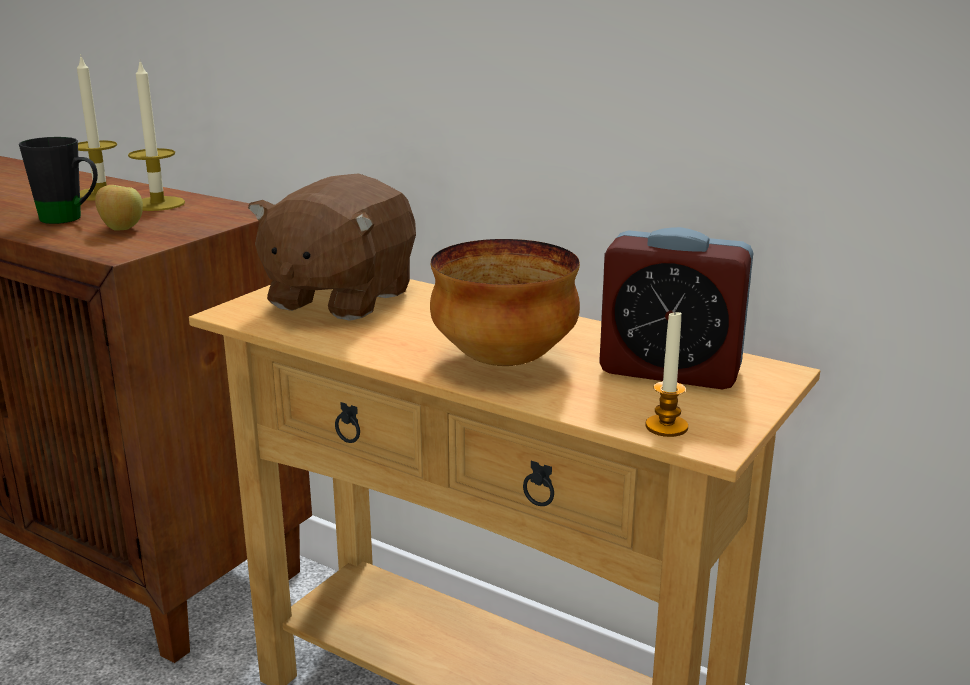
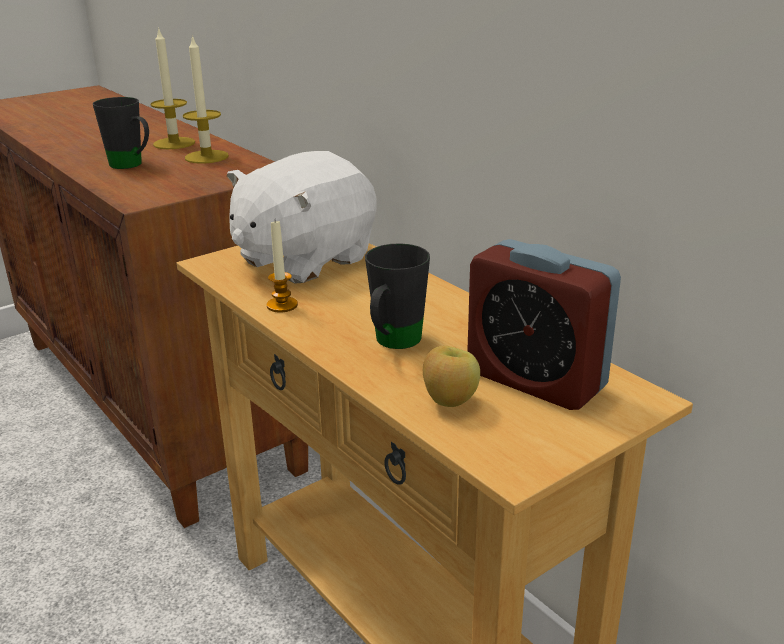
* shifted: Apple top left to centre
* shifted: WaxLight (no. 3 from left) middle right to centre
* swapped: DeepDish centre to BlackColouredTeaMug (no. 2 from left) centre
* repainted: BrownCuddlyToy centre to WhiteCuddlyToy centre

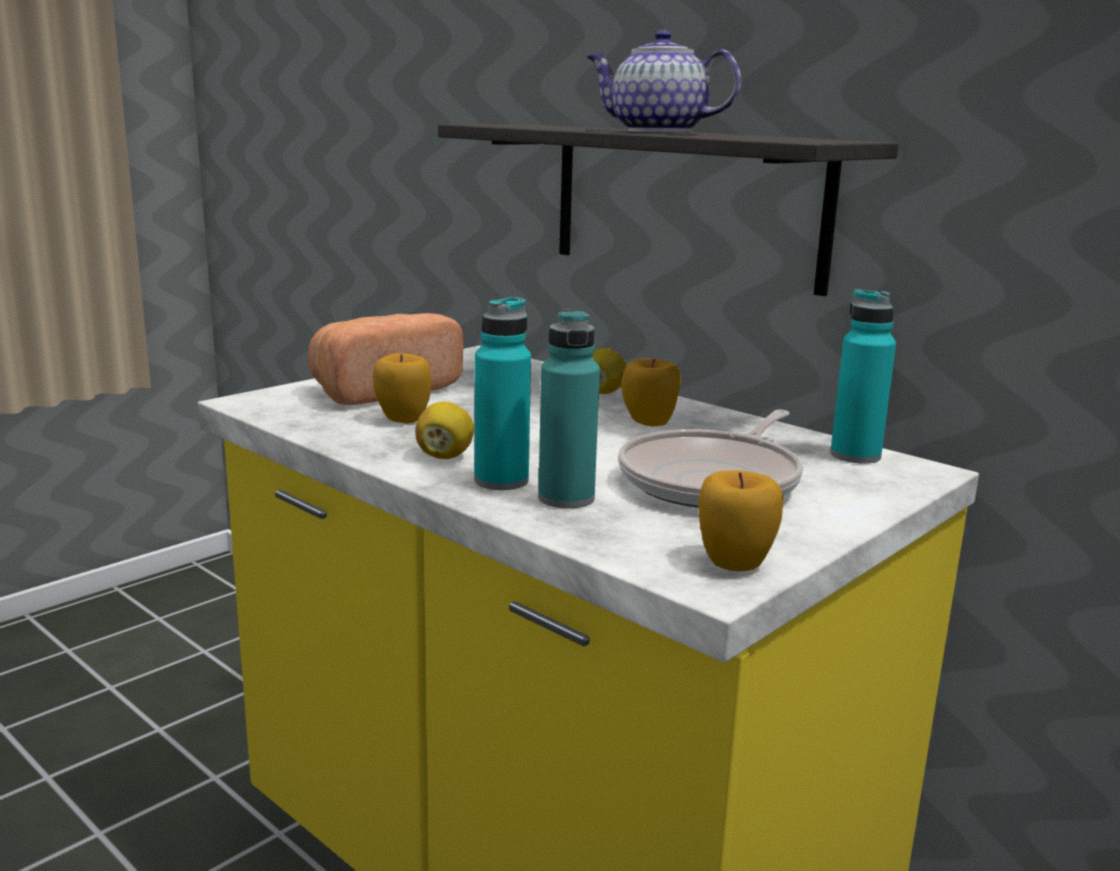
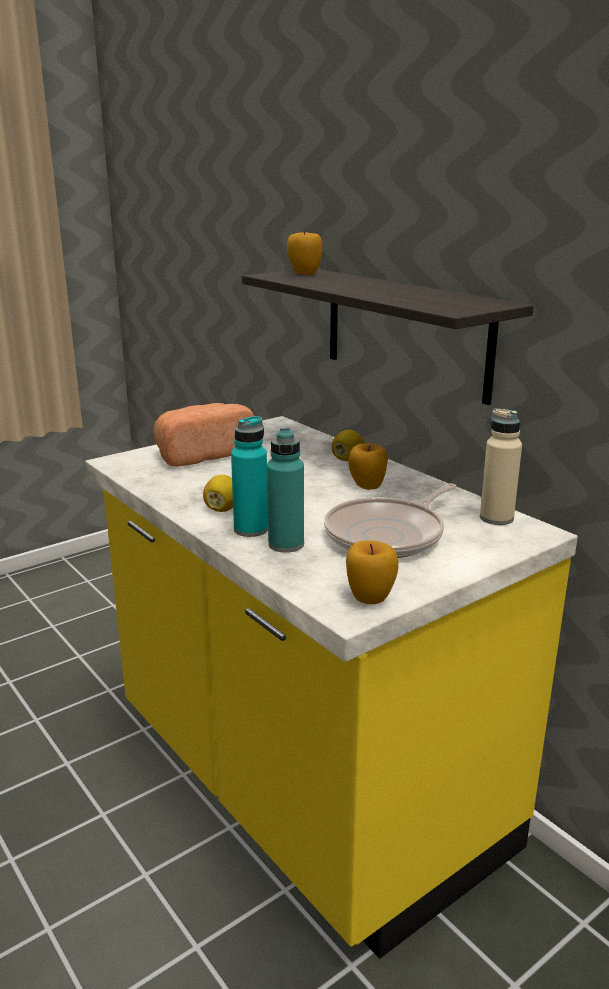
* gone: TeaPot top centre
* shifted: Apple (no. 1 from left) centre to top centre
* repainted: BlueGreenBeverageBottle (no. 3 from left) middle right to BeigeBeverageBottle middle right

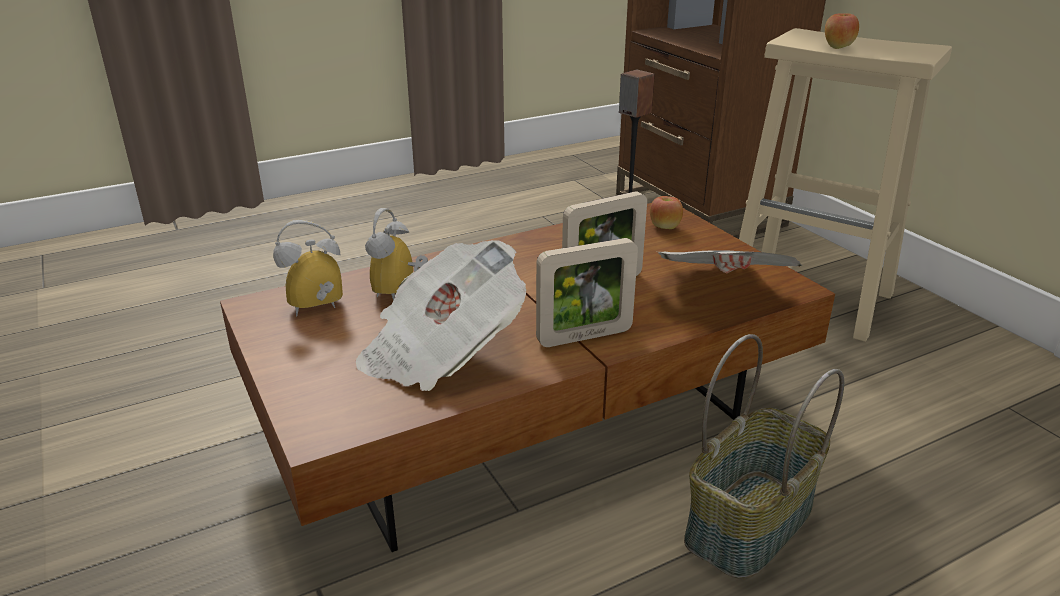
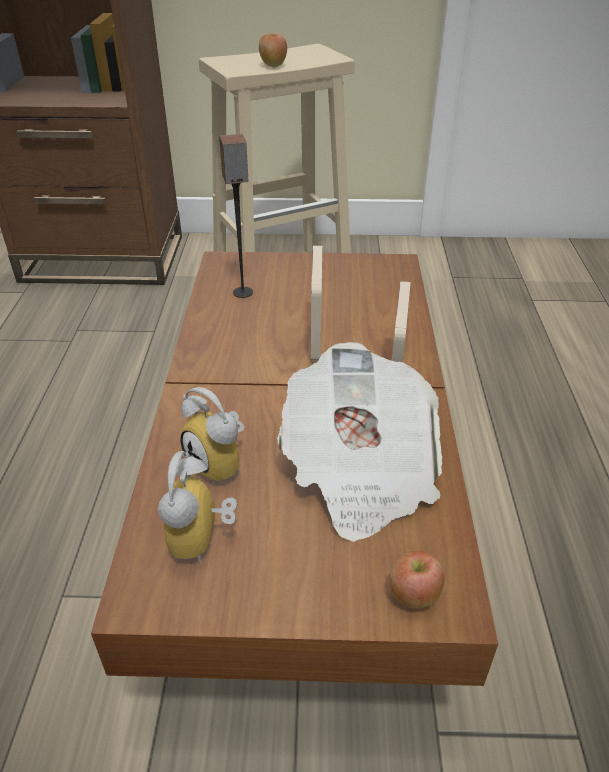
* gone: PrintedPaper (no. 2 from left) middle right
* gone: HouseholdBasket bottom right
* shifted: Apple (no. 1 from left in the first image) centre to Apple (no. 2 from left) bottom right

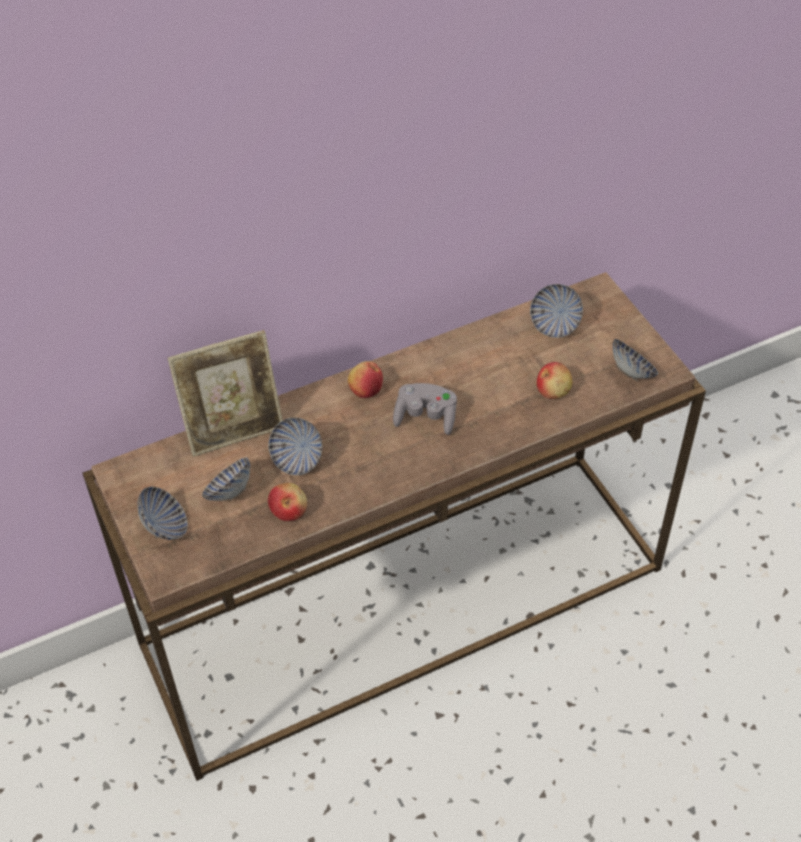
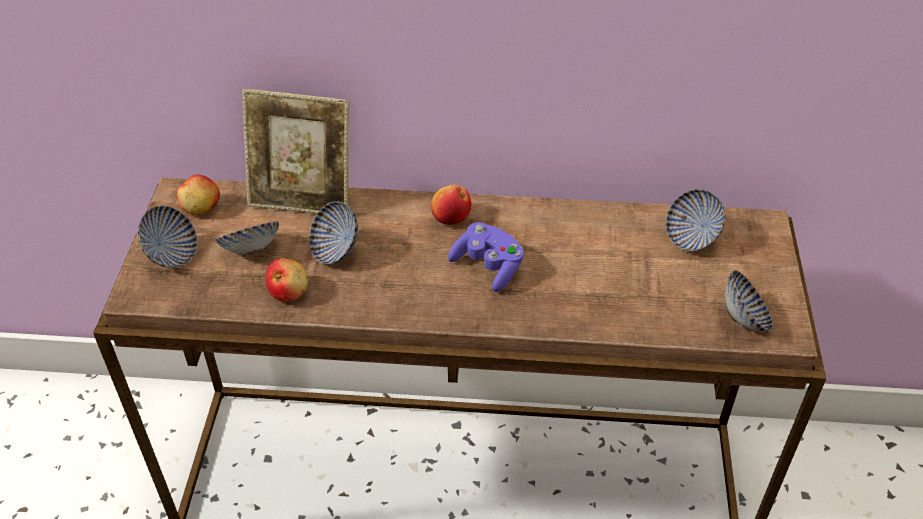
* shifted: Apple (no. 3 from left in the first image) middle right to Apple (no. 1 from left) middle left
* repainted: GreyishGameController centre to PurpleGameController centre

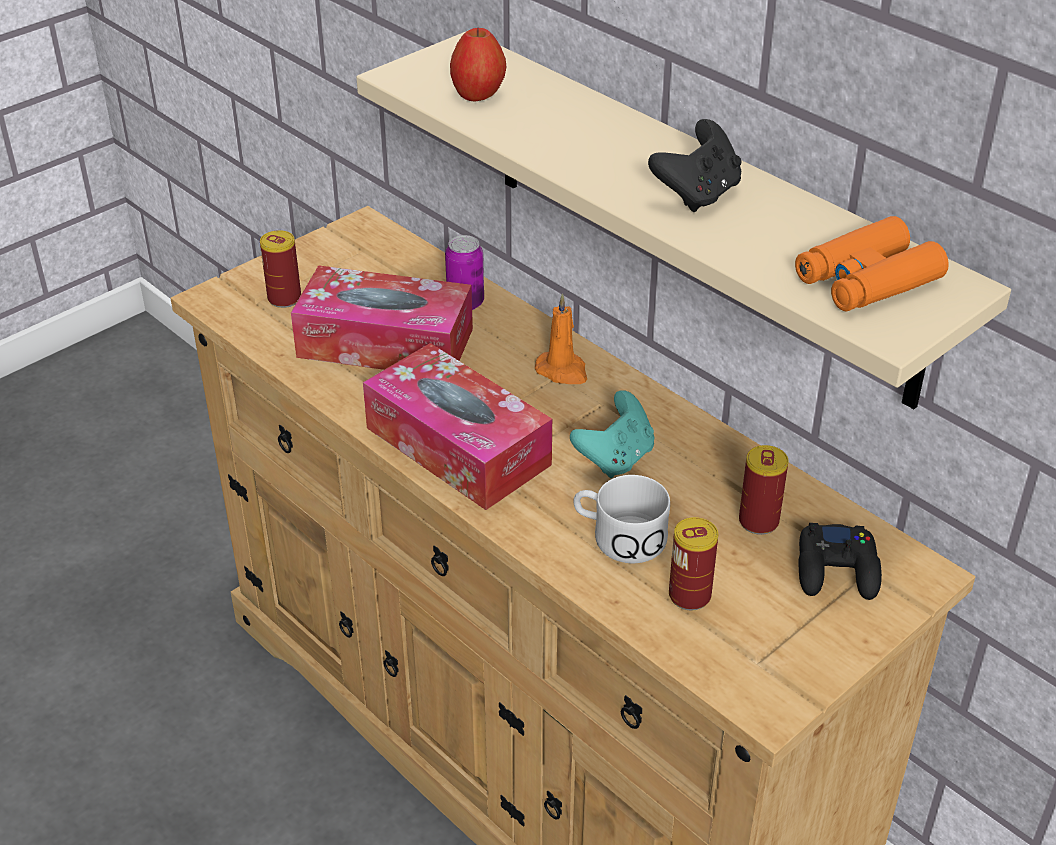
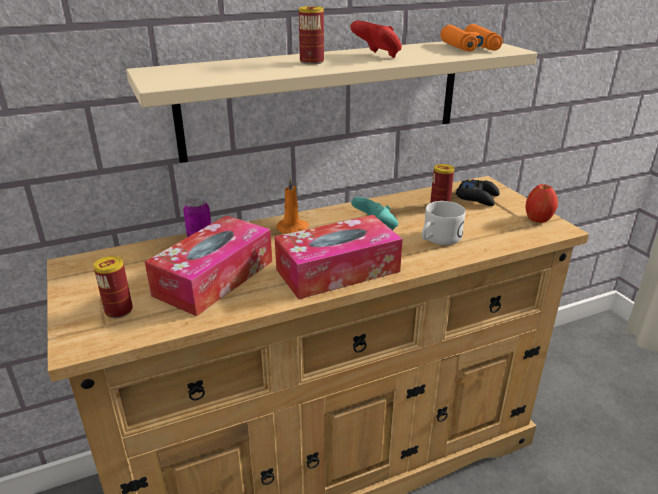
* shifted: Apple top centre to middle right
* shifted: Can (no. 3 from left) centre to top centre
* repainted: BlackColouredGameController (no. 1 from left) top centre to RedGameController top centre

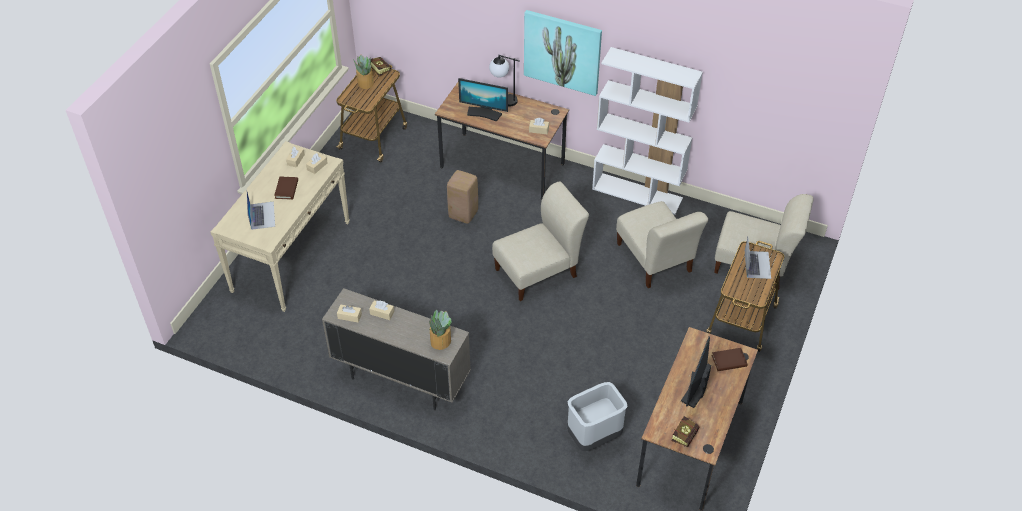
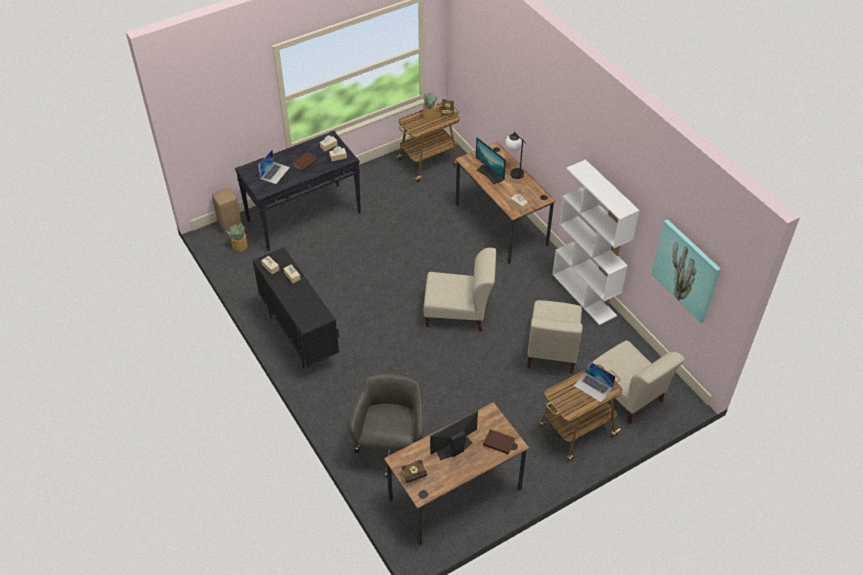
* shifted: PottedPlant (no. 2 from left in the first image) centre to PottedPlant (no. 1 from left) middle left
* shifted: BeigeSittingStool centre to middle left
* shifted: WallPicture top centre to middle right
* swapped: GreyishRubbishBin bottom centre to GreyishComputerChair bottom centre
* repainted: BeigeHallTable middle left to BlackColouredHallTable top centre
* repainted: BeigeCupboard bottom centre to BlackColouredCupboard centre
* rotated: PortableComputer (no. 2 from left) middle right = middle right 90 degrees clockwise

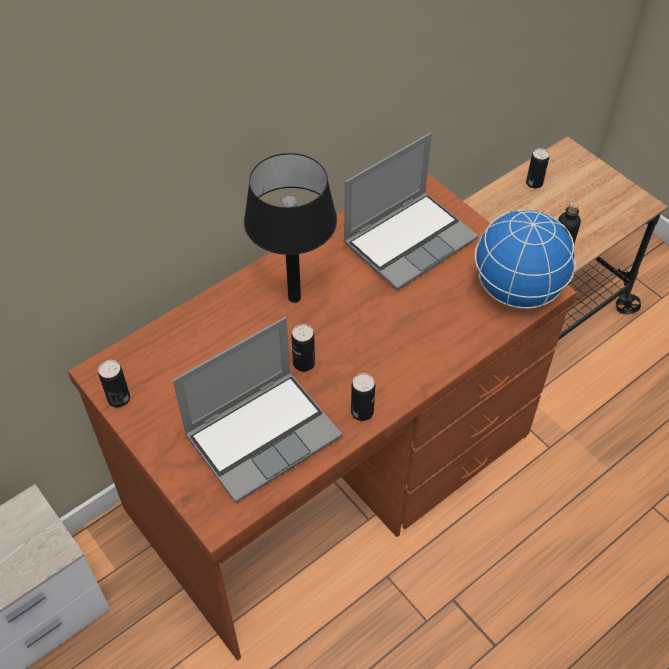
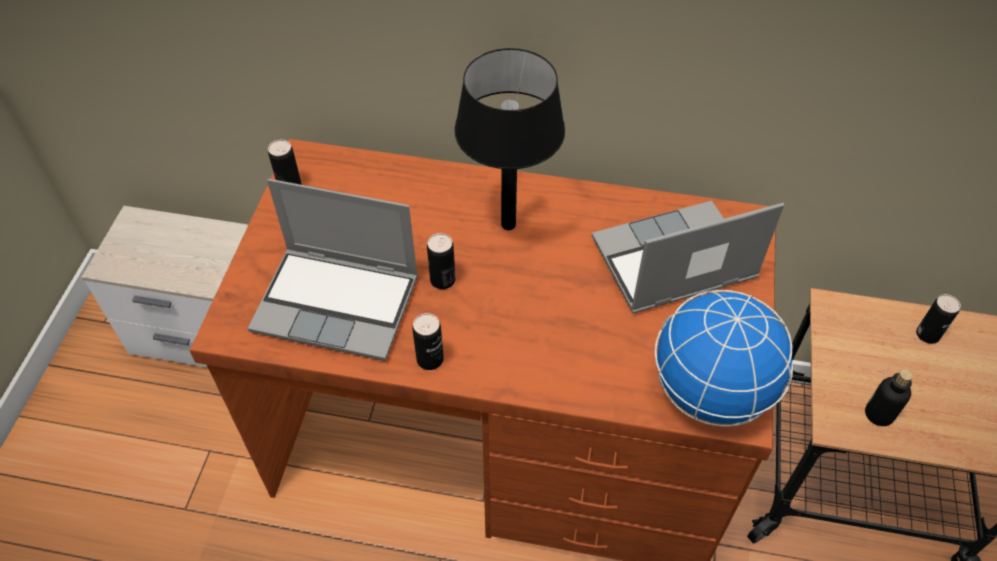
* rotated: PortableComputer (no. 2 from left) top centre = middle right 150 degrees clockwise

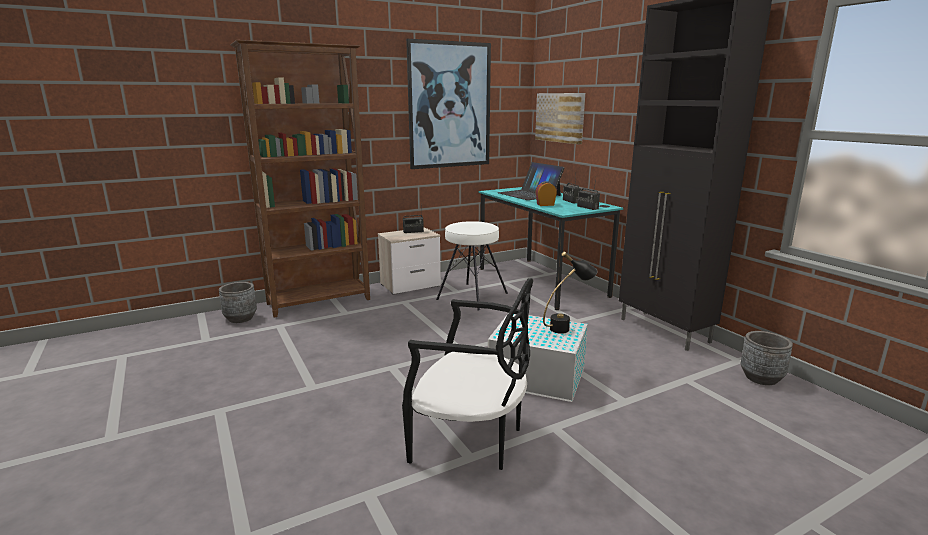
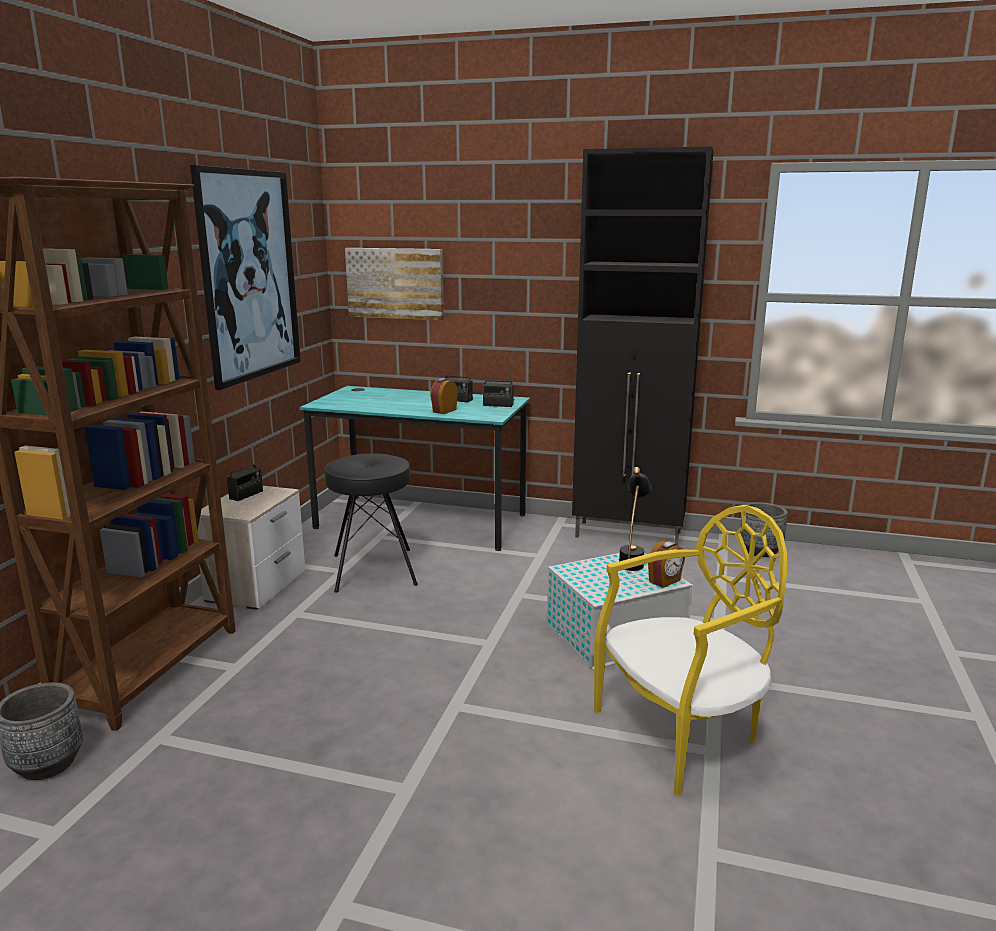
* gone: PortableComputer centre
* new: AlarmClock (no. 2 from left) middle right
* repainted: BlackColouredUprightChair bottom centre to YellowColouredUprightChair bottom right
* repainted: WhiteSittingStool centre to BlackColouredSittingStool centre

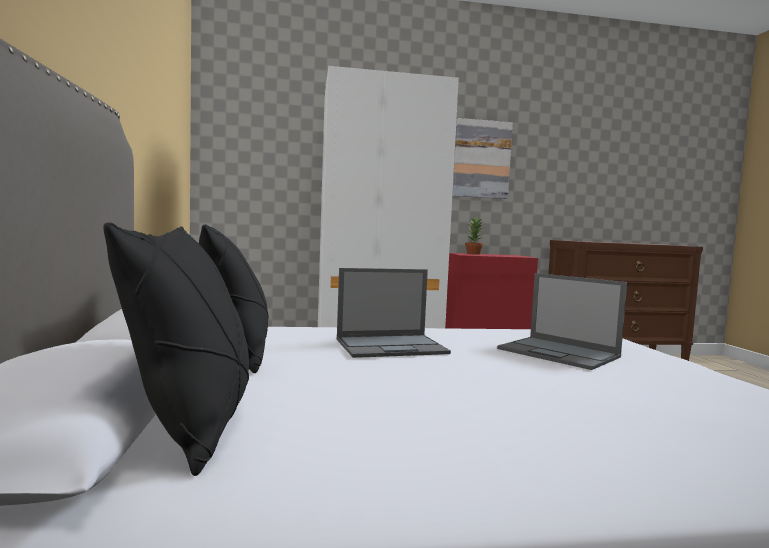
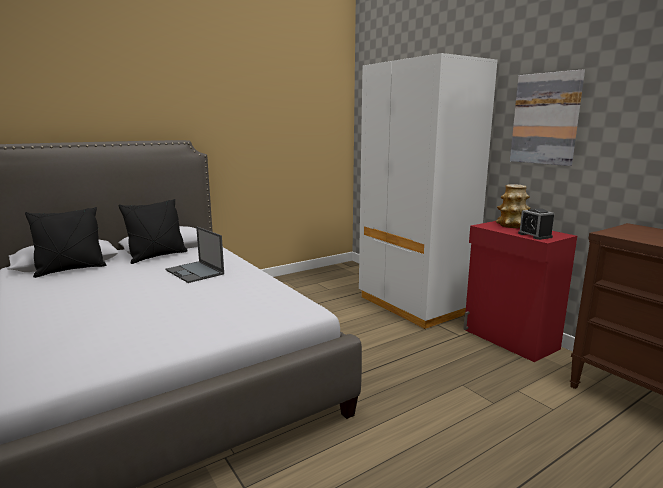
* gone: PortableComputer (no. 2 from left) middle right
* new: AlarmClock middle right
* swapped: PottedPlant centre to Vase middle right

